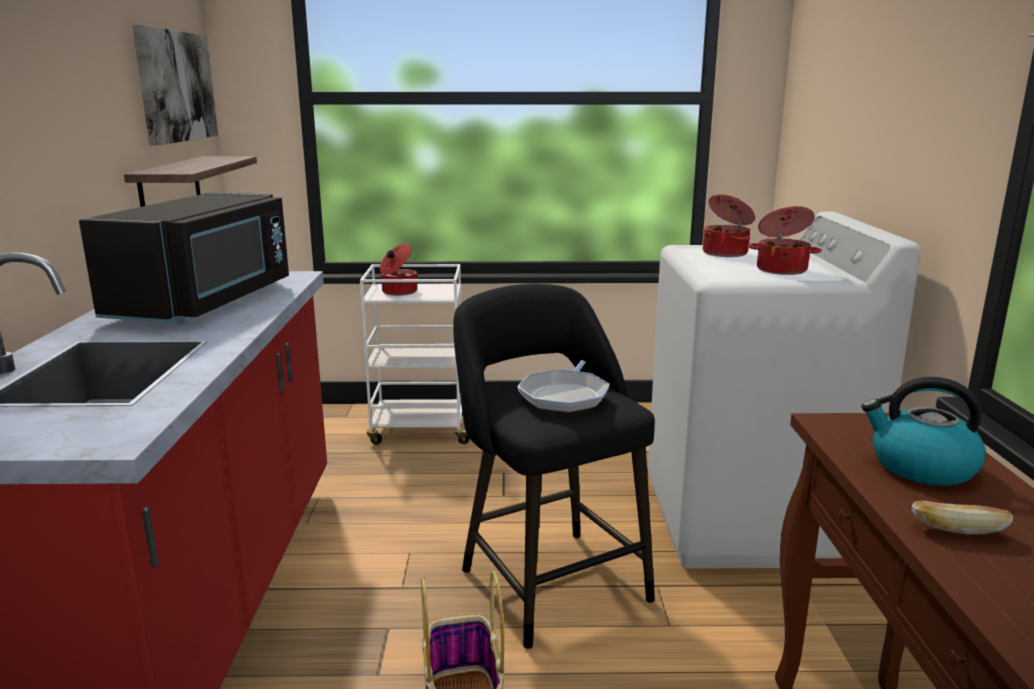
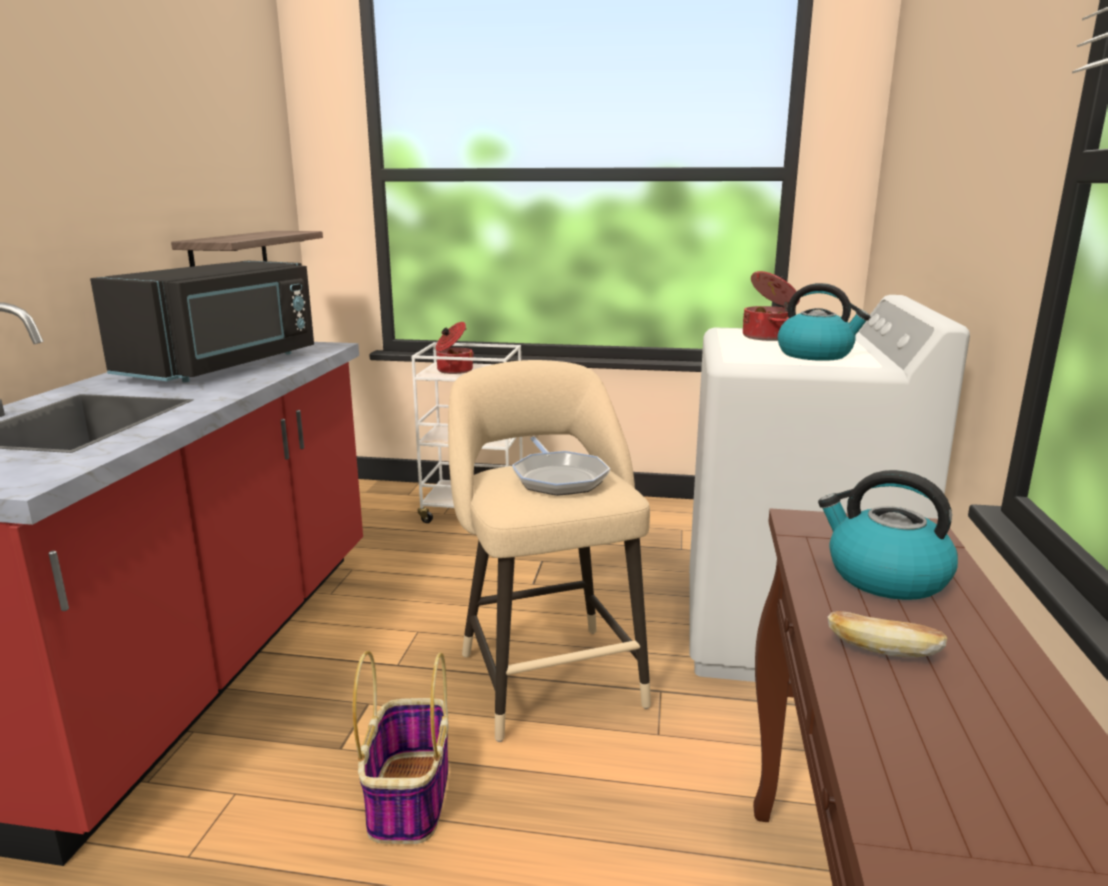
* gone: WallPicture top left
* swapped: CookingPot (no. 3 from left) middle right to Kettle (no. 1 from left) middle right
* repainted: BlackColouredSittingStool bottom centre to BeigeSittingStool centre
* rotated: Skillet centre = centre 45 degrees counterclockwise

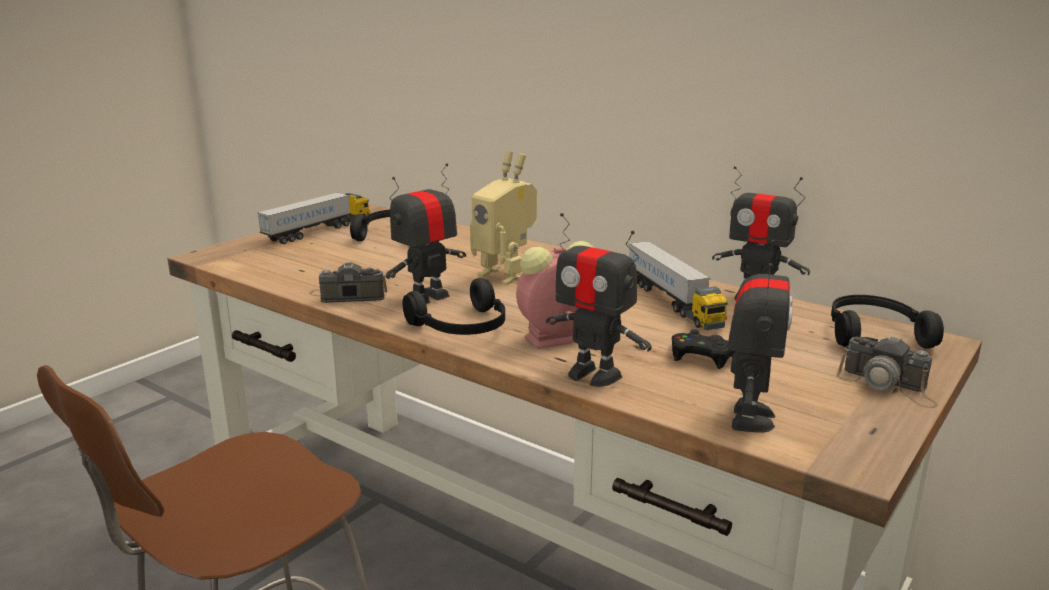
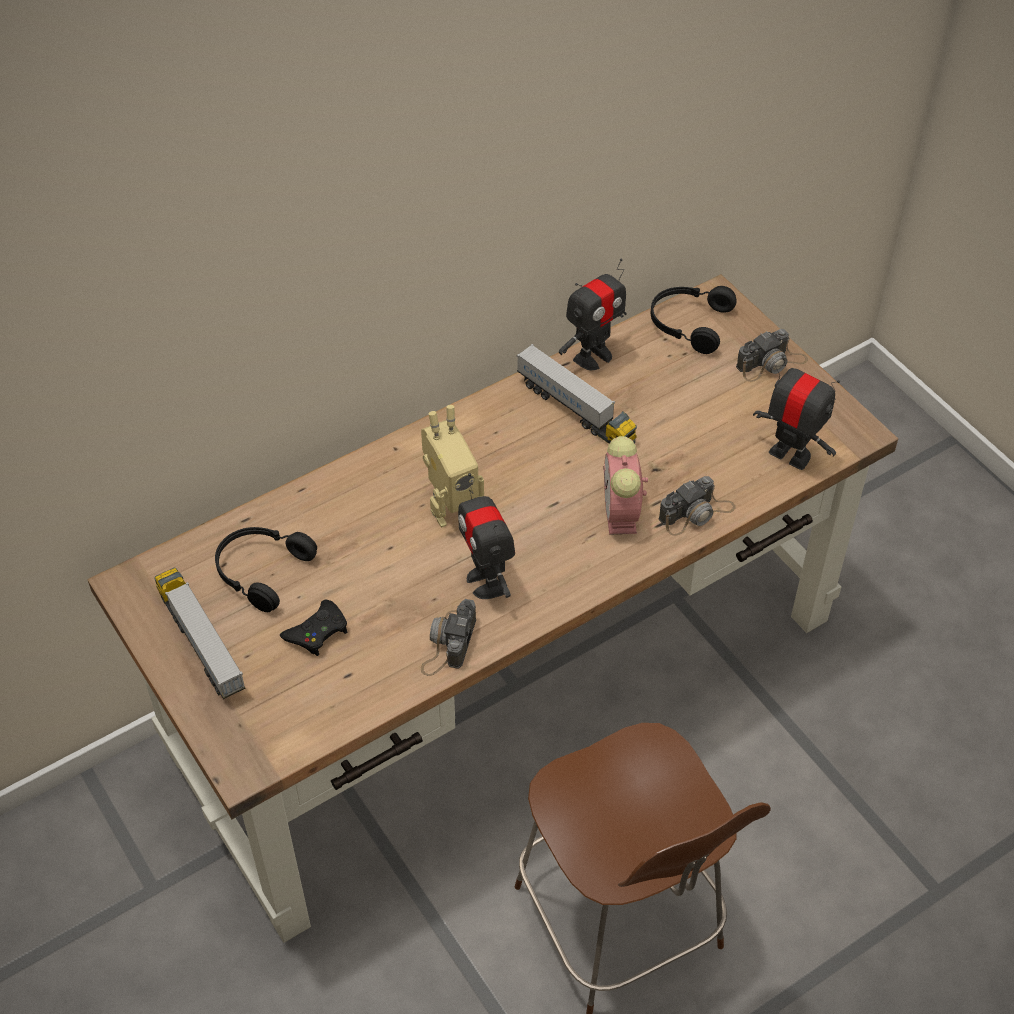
* gone: BlackColouredPairOfHeadphones (no. 2 from left) centre
* shifted: BlackColouredGameController middle right to middle left
* swapped: RobotFigure (no. 3 from left) centre to StillCamera (no. 2 from left) middle right
* rotated: ModelTruck (no. 2 from left) centre = centre 45 degrees clockwise

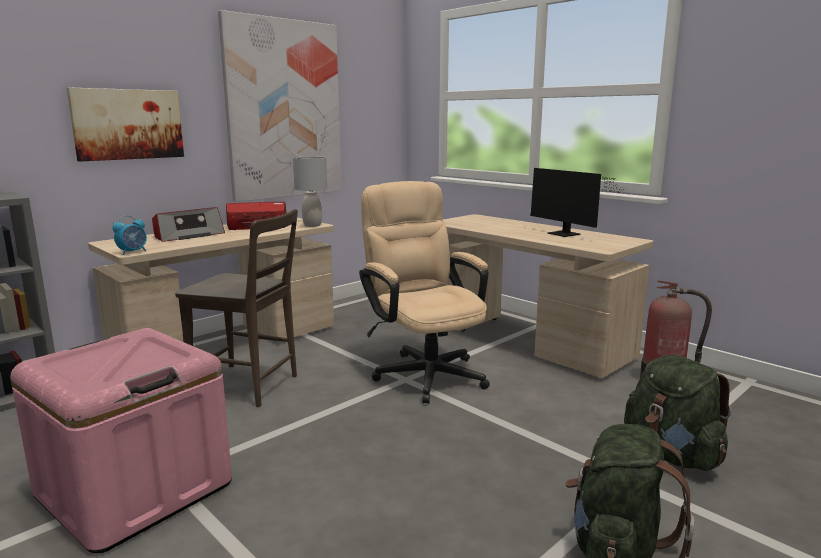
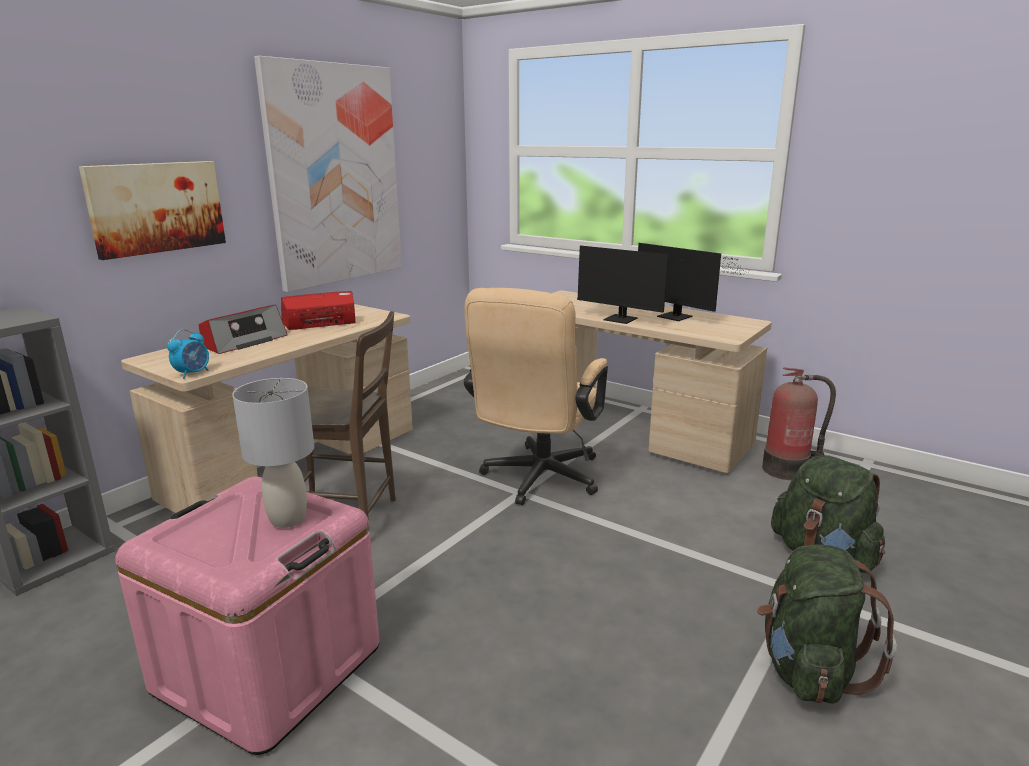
* new: ComputerDisplay (no. 1 from left) centre
* shifted: GreyishTableLamp centre to middle left
* rotated: BeigeComputerChair centre = centre 120 degrees counterclockwise

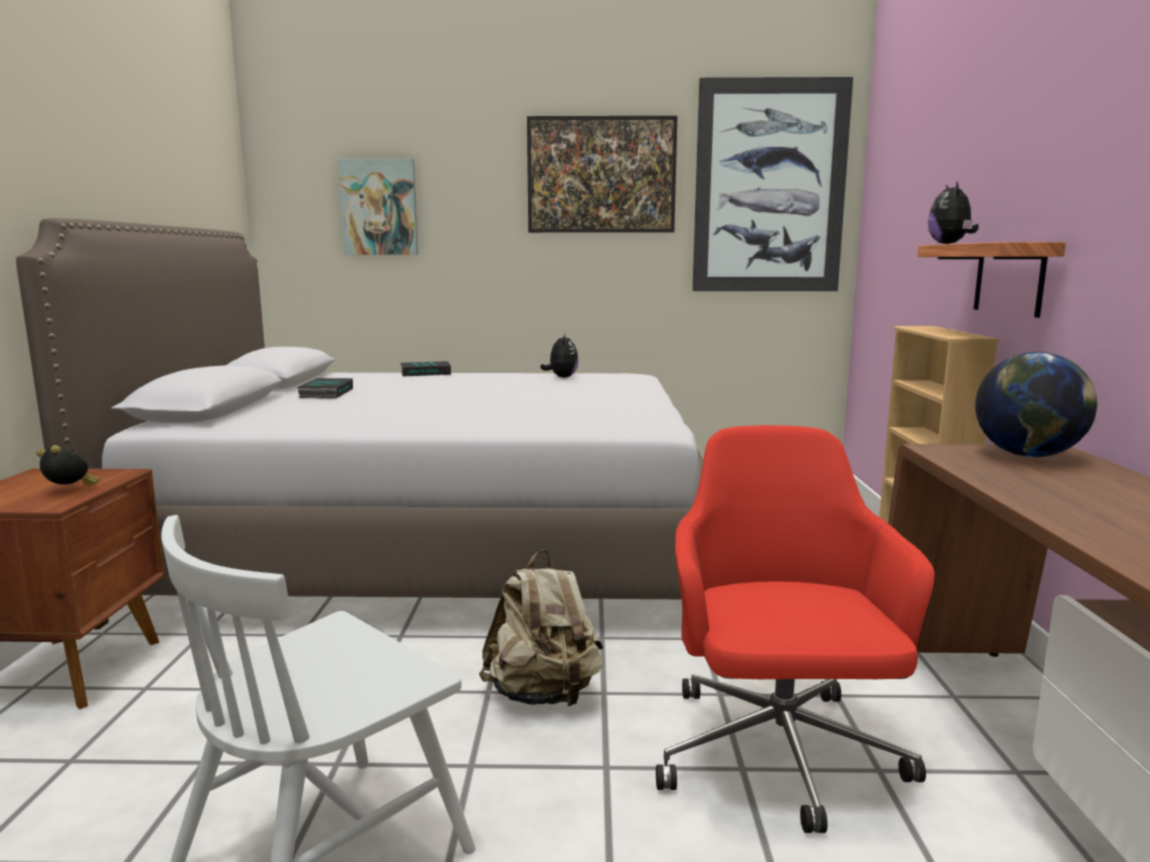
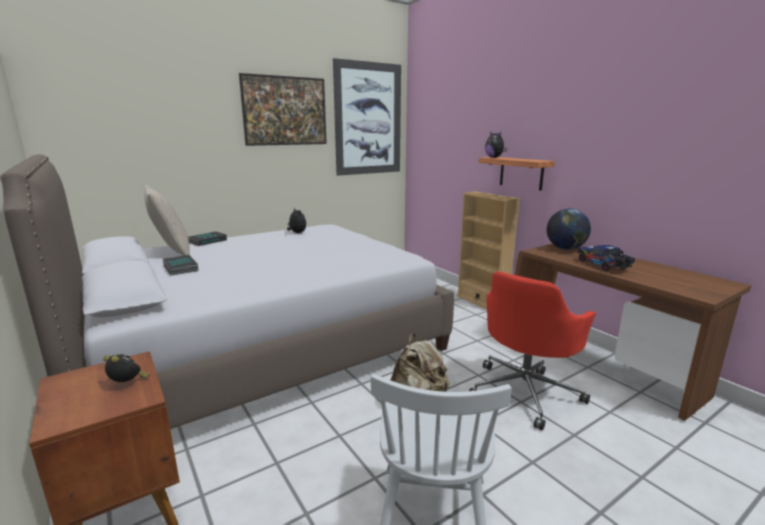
* gone: WallPicture (no. 1 from left) top left
* new: BeigeCushion middle left
* new: ModelTruck middle right
* rotated: AlarmClock middle left = bottom left 45 degrees clockwise
* rotated: RedComputerChair bottom right = bottom right 105 degrees counterclockwise

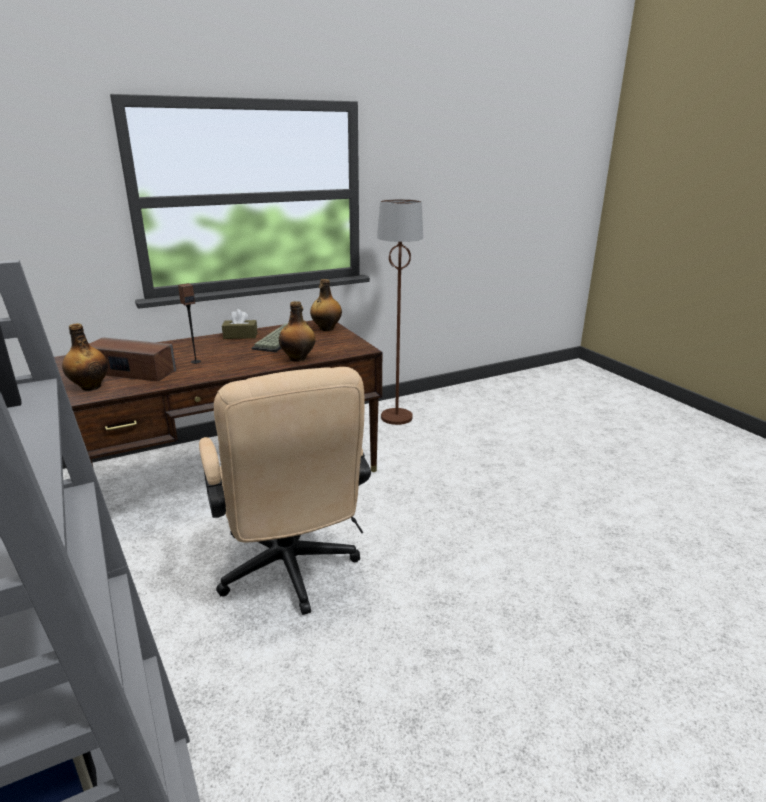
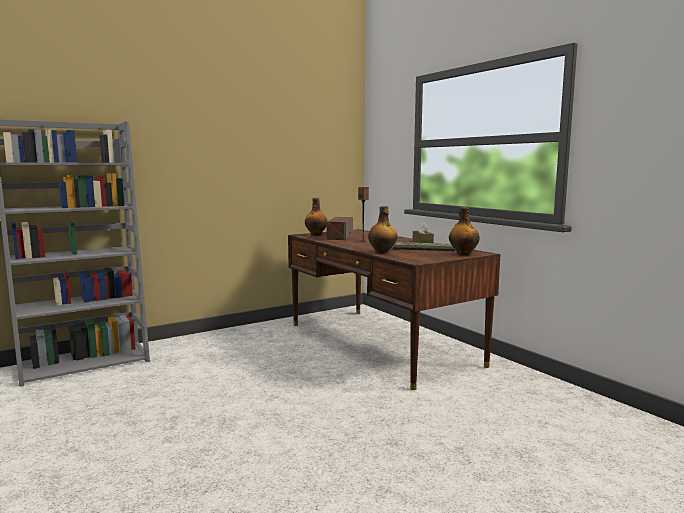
* gone: BeigeComputerChair centre
* gone: BrownStandingLamp centre

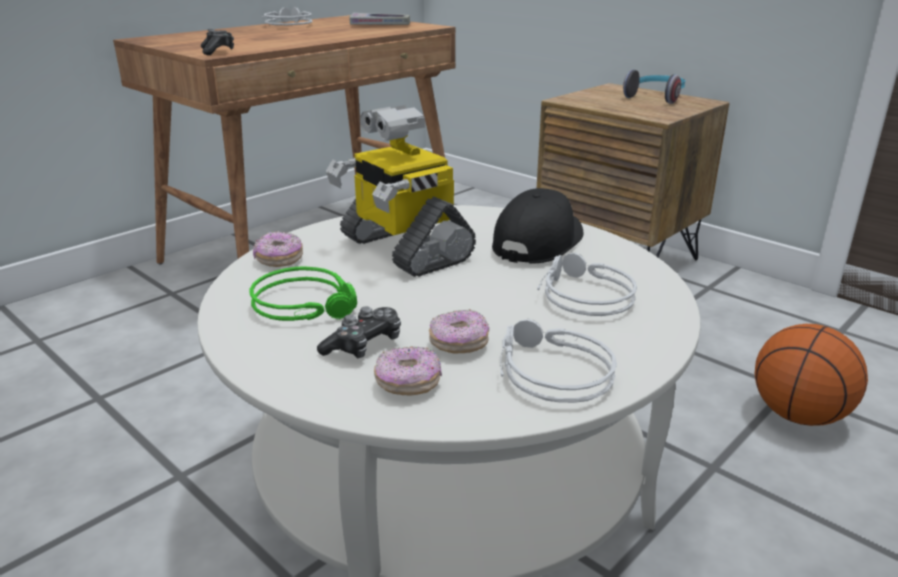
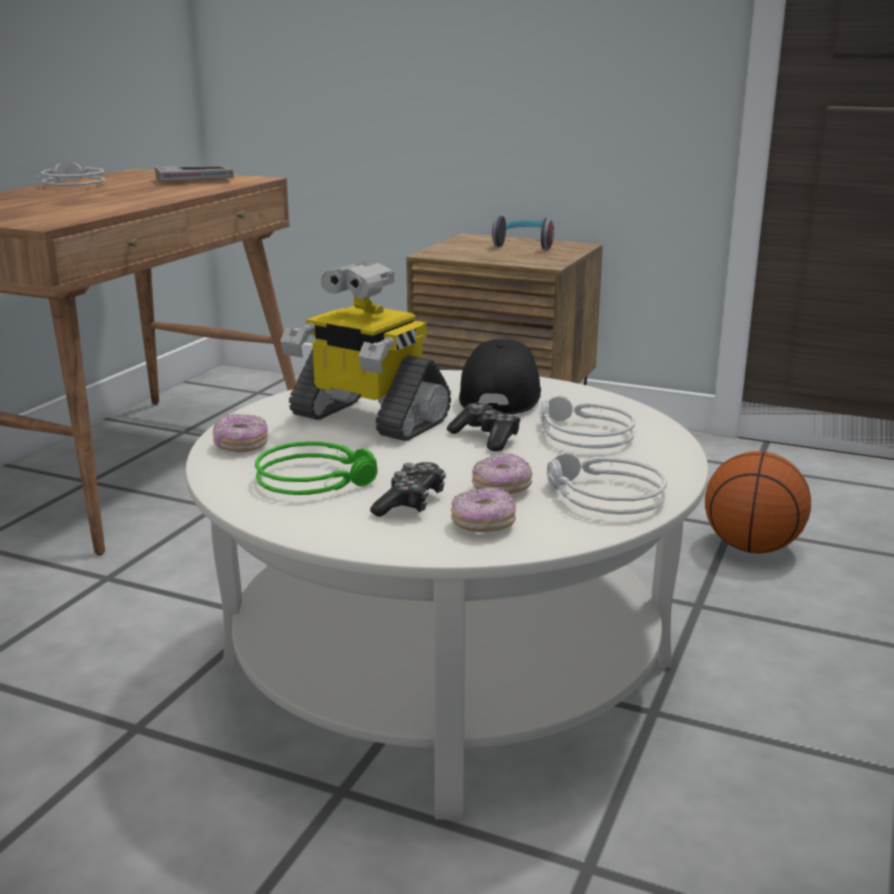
* shifted: GameController (no. 1 from left in the first image) top left to GameController (no. 2 from left) centre

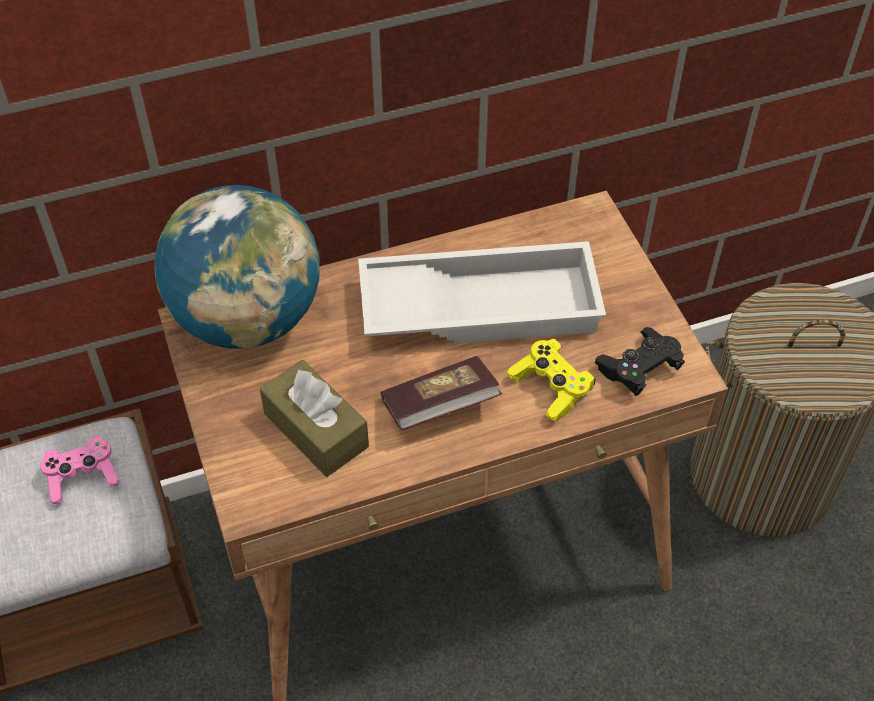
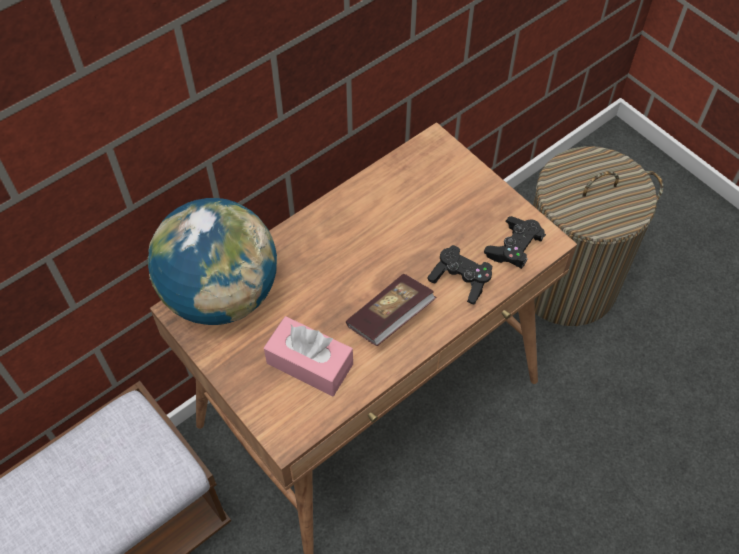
* gone: PinkishGameController bottom left
* gone: WhiteServingTray centre
* repainted: BrownTissueHolder centre to PinkishTissueHolder centre
* repainted: YellowColouredGameController centre to BlackColouredGameController (no. 1 from left) centre

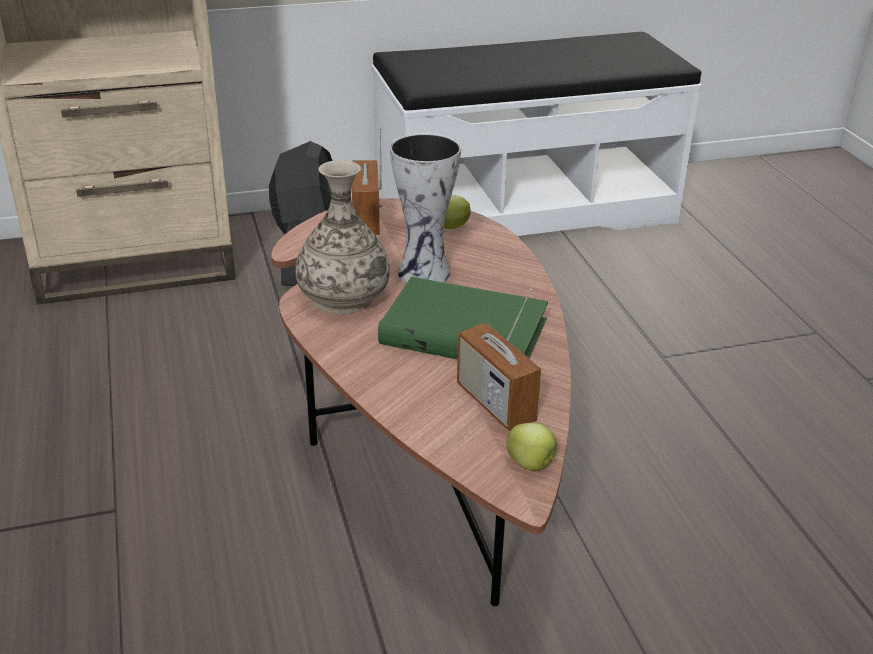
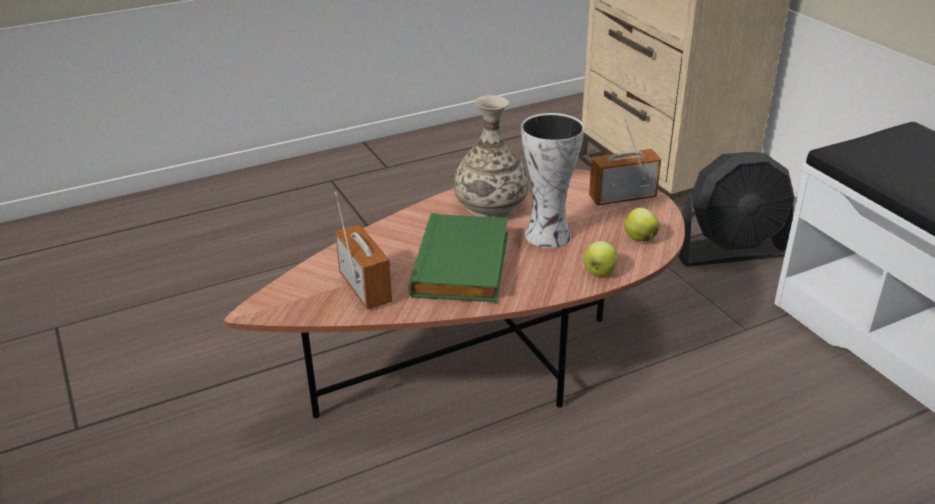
* shifted: Apple (no. 2 from left in the first image) bottom centre to Apple (no. 1 from left) centre
* rotated: Radio (no. 2 from left in the first image) centre = centre 105 degrees clockwise

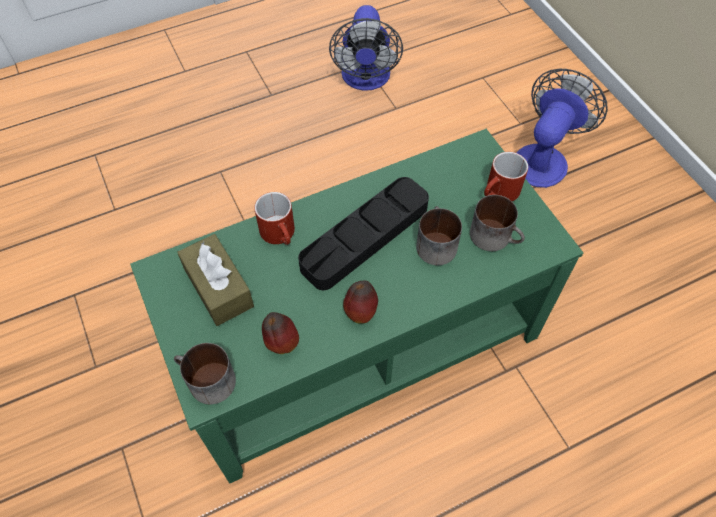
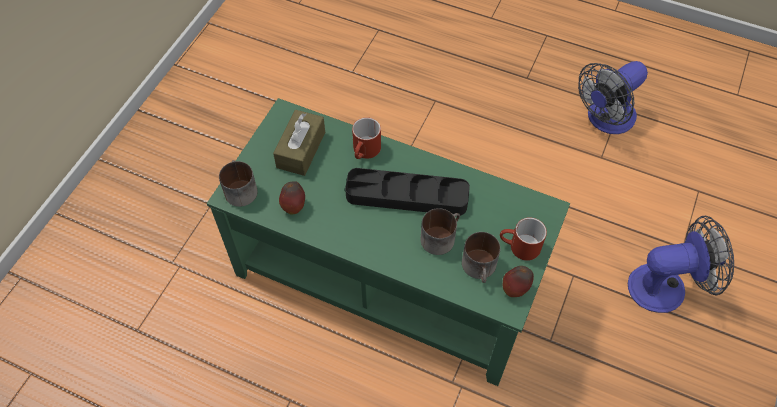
* shifted: Apple (no. 2 from left) centre to bottom right

